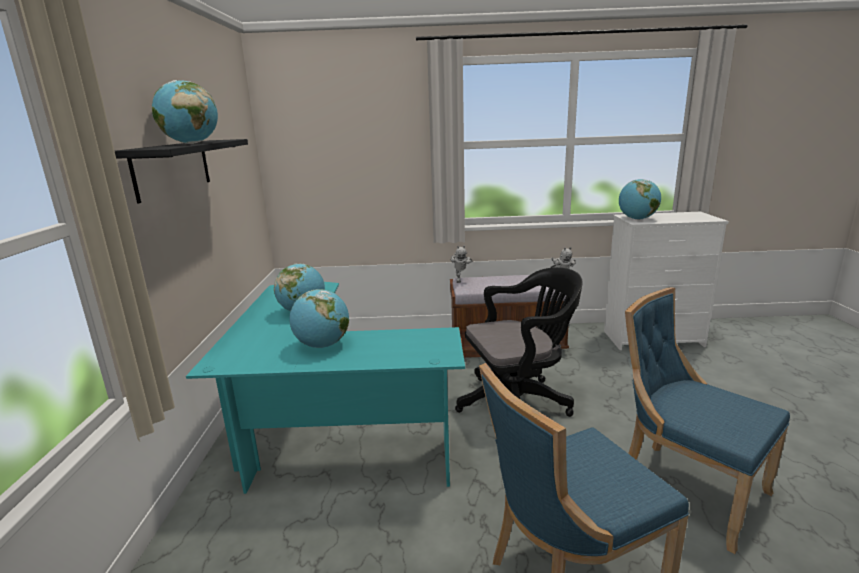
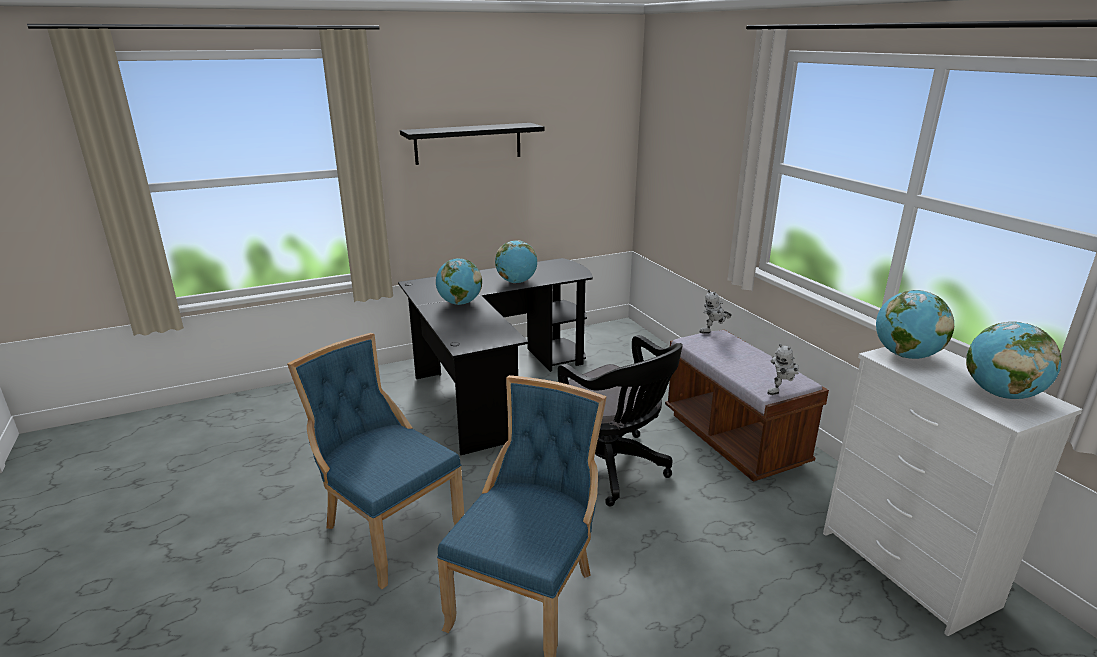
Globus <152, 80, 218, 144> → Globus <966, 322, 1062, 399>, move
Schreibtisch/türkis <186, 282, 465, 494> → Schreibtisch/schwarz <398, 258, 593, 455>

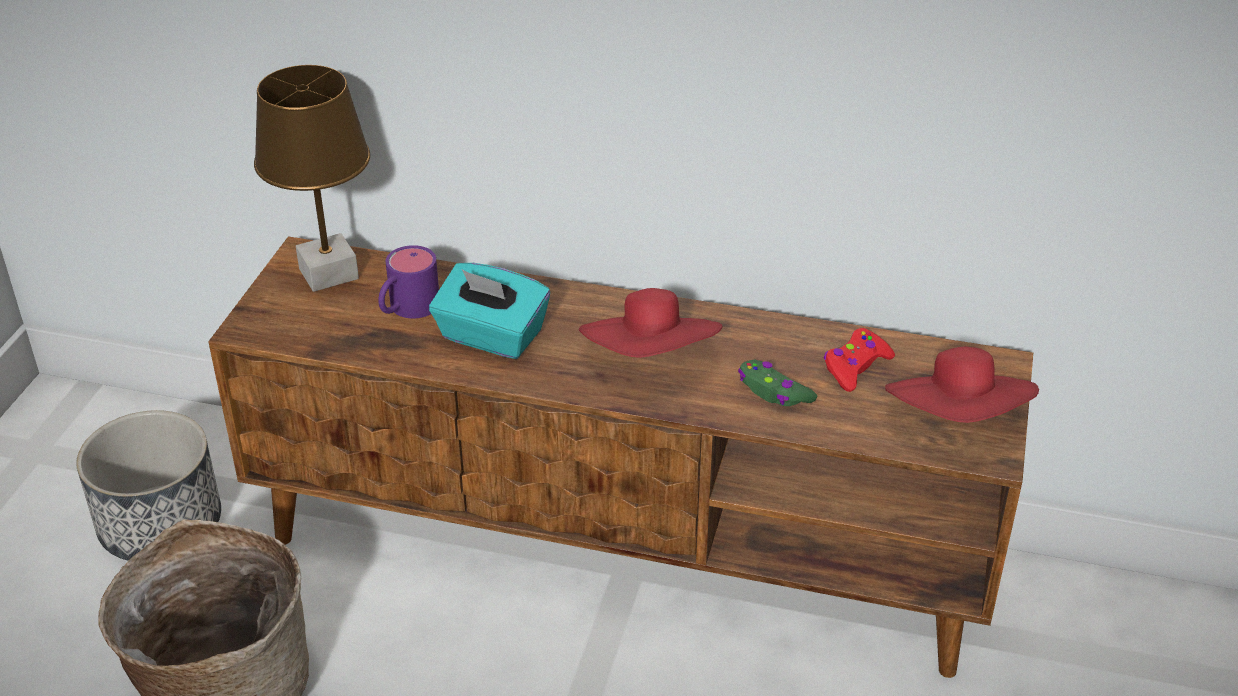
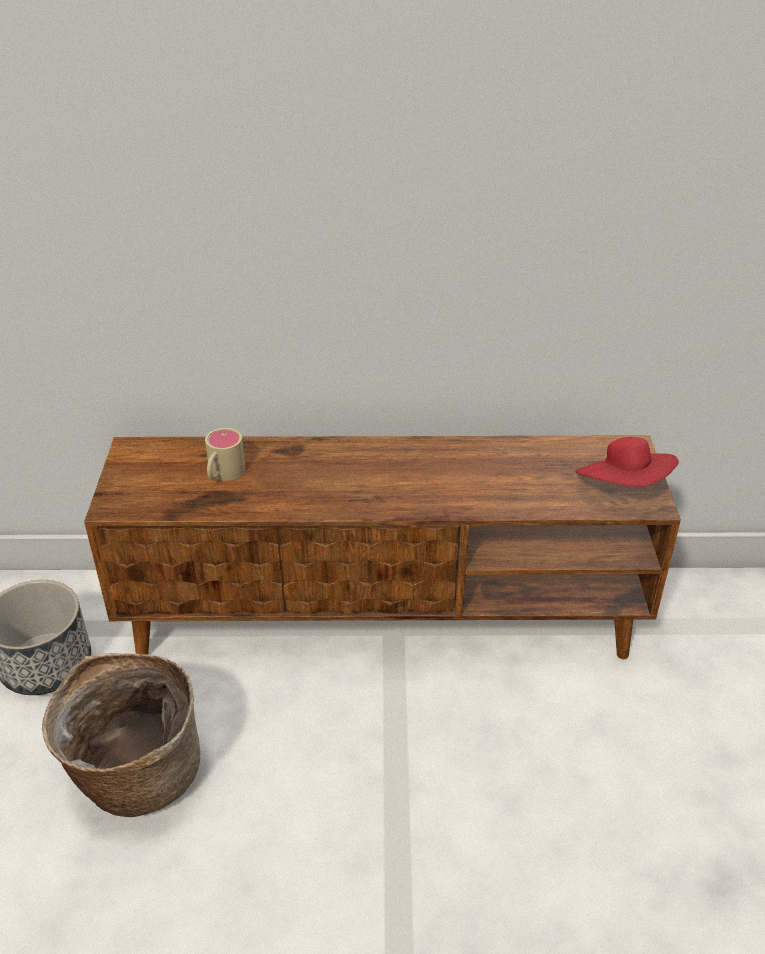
Tischlampe/braun <254, 65, 370, 292> → -
Taschentuchbox/türkis <429, 263, 550, 359> → -
Hut/rot <579, 288, 722, 358> → -
Gamepad/grün <738, 359, 817, 406> → -
Gamepad/rot <824, 328, 895, 392> → -
Henkelbecher/lila <378, 245, 439, 318> → Henkelbecher/beige <205, 428, 245, 481>

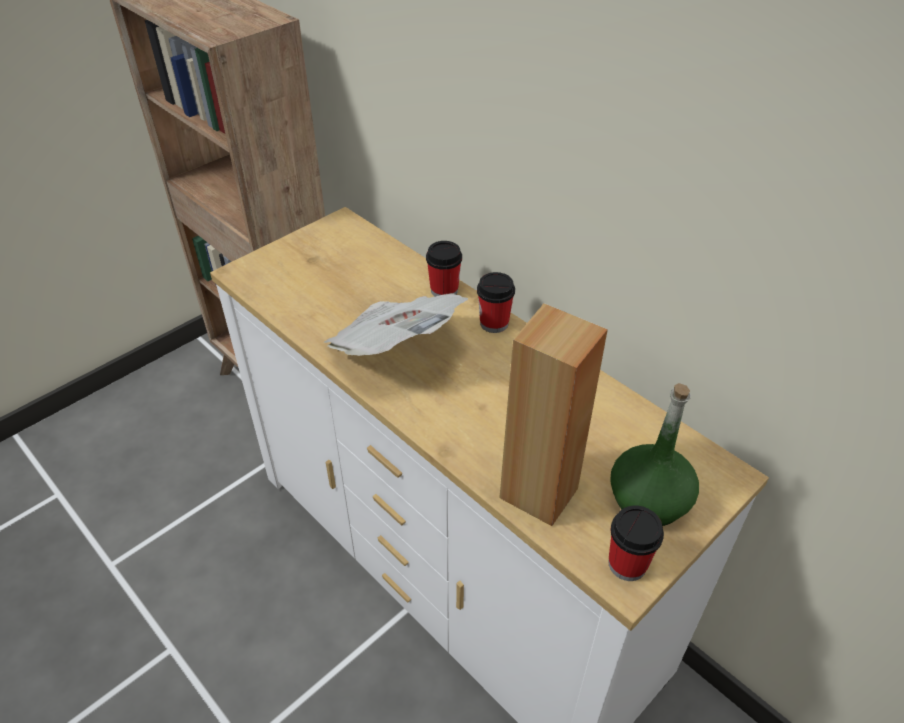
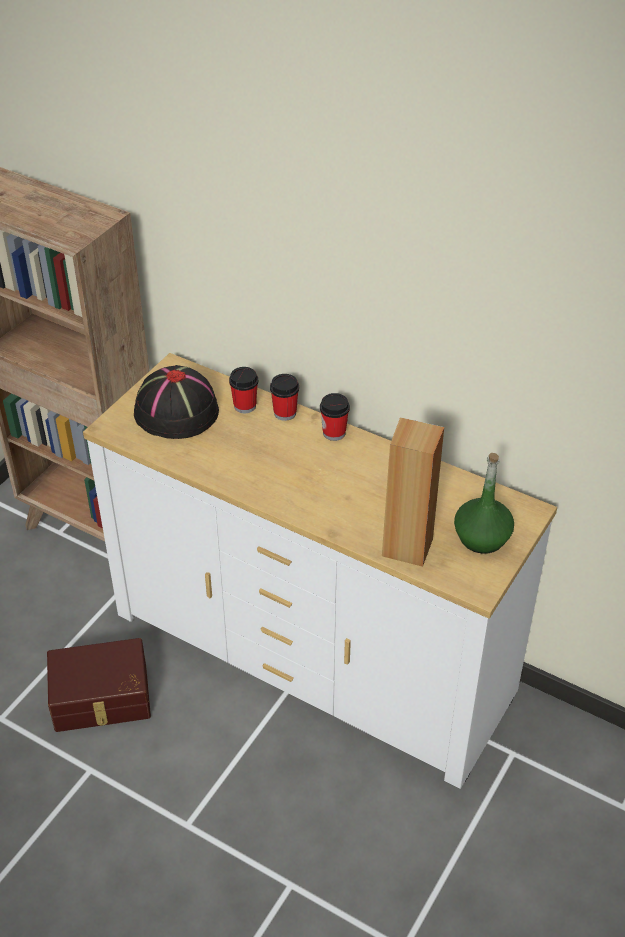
Zeitung <324, 293, 468, 356> → -
- → Aufbewahrungsbox/braun <47, 638, 151, 732>
- → Hut/schwarz <134, 365, 219, 439>
Tasse <608, 506, 664, 581> → Tasse <229, 367, 258, 413>, move

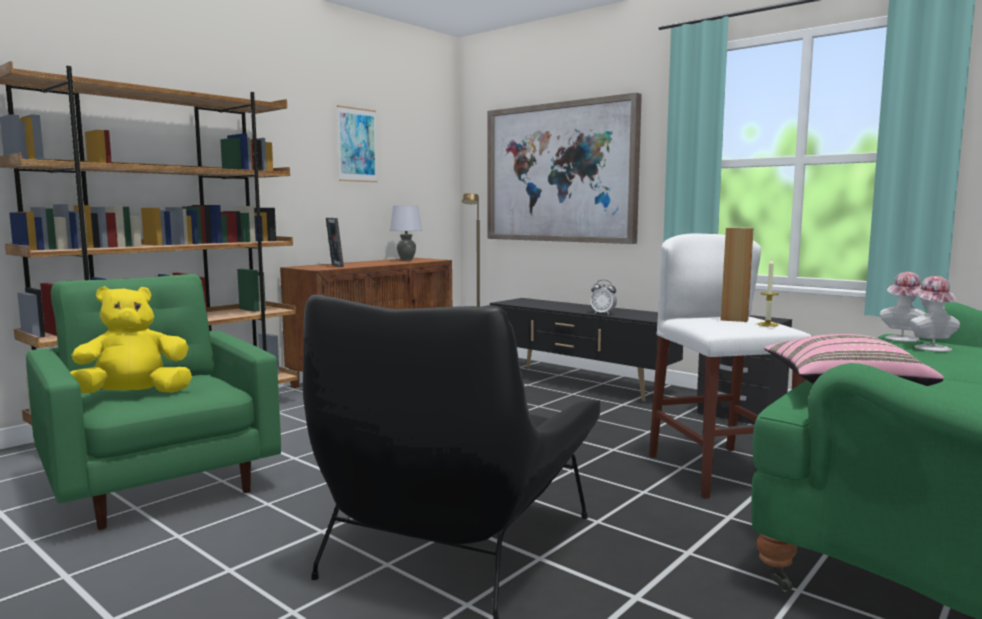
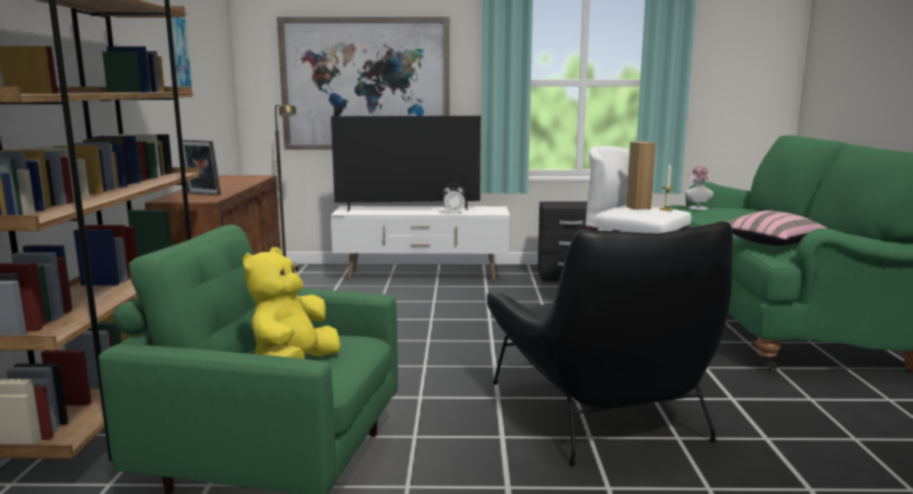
Tischlampe/grau <390, 206, 422, 261> → -
Hut <910, 276, 960, 352> → -
- → Fernseher <331, 116, 481, 212>
Fernsehschrank/schwarz <490, 298, 683, 401> → Fernsehschrank/weiß <331, 206, 510, 281>

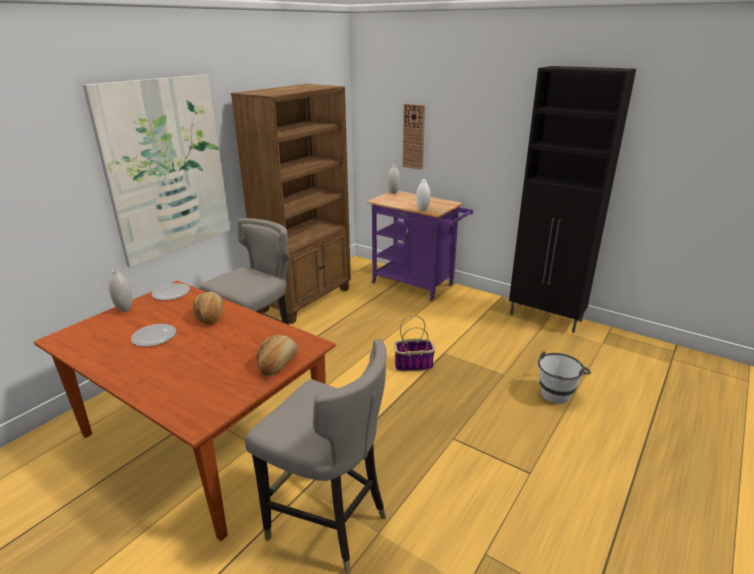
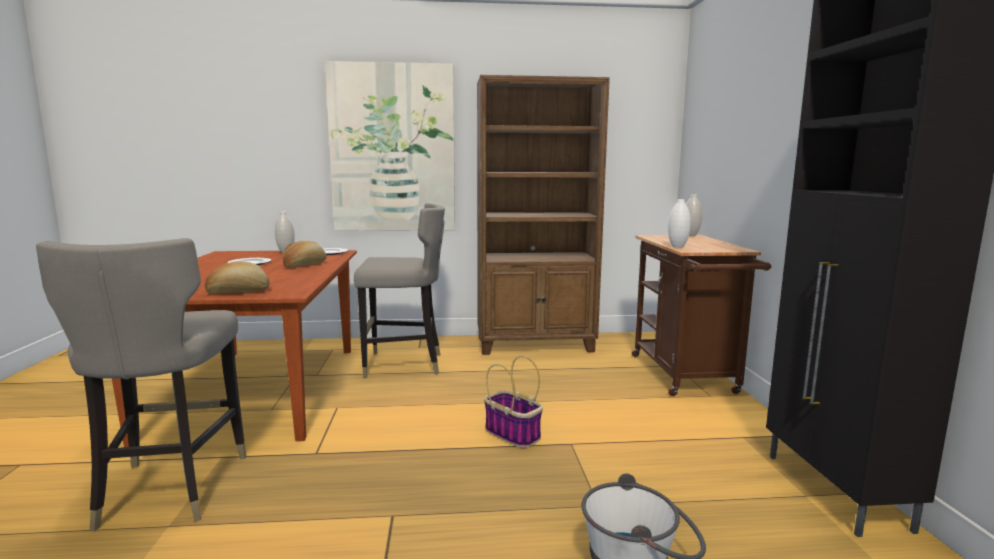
Wanduhr <403, 104, 425, 170> → -
Rollwagen/lila <367, 191, 473, 301> → Rollwagen/braun <632, 235, 771, 396>

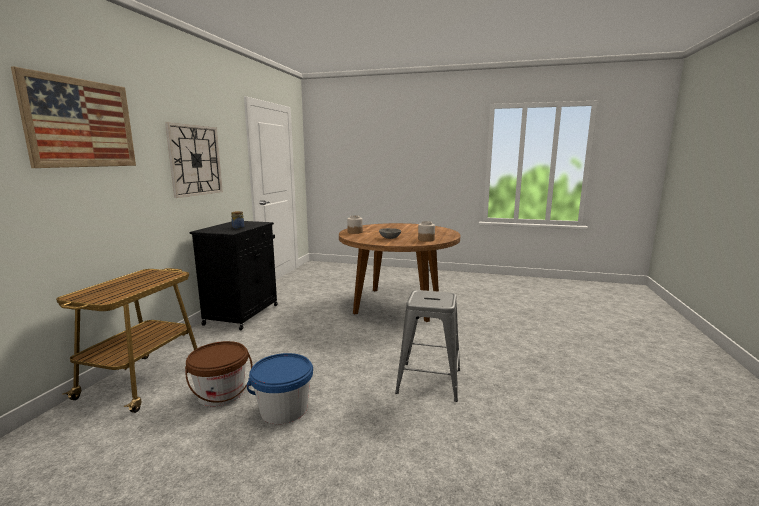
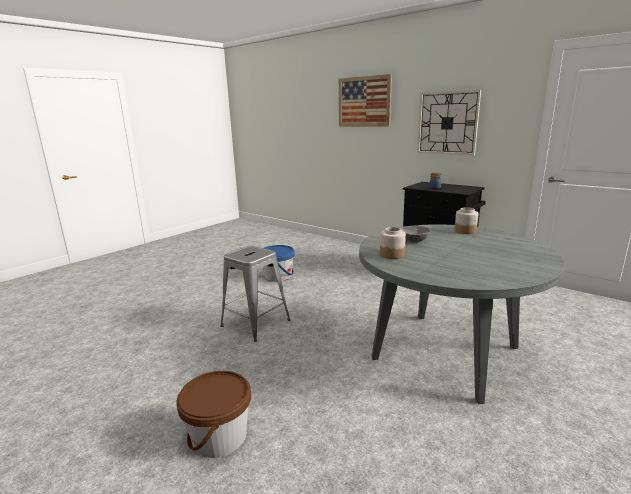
Rollwagen <56, 268, 197, 413> → -
Eimer/braun <185, 341, 253, 407> → Eimer/braun <177, 371, 251, 458>, move
Esstisch/braun <339, 223, 461, 322> → Esstisch/grau <359, 224, 565, 404>

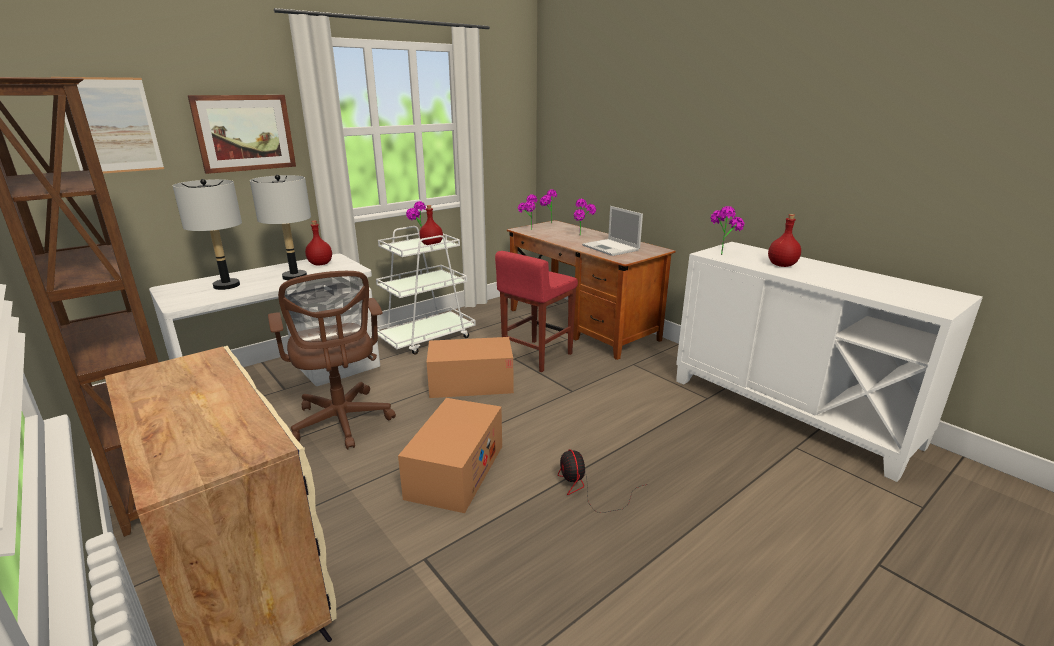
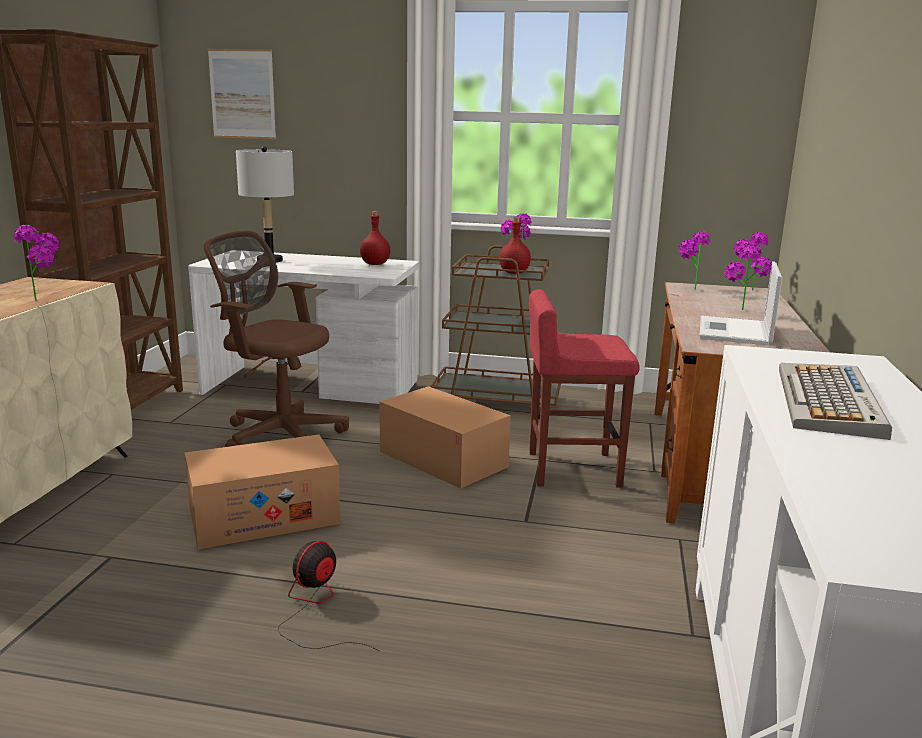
Bild <188, 95, 296, 174> → -
Tischlampe/grau <250, 175, 311, 280> → -
Topfpflanze <711, 206, 745, 255> → Topfpflanze <14, 225, 59, 300>, move
Flasche/rot <768, 214, 801, 267> → Tastatur <779, 363, 892, 440>
Rollwagen/weiß <376, 226, 476, 355> → Rollwagen/braun <430, 245, 561, 419>
Bürostuhl/braun <268, 271, 396, 450> → Bürostuhl/braun <204, 231, 349, 447>, 90 degrees clockwise

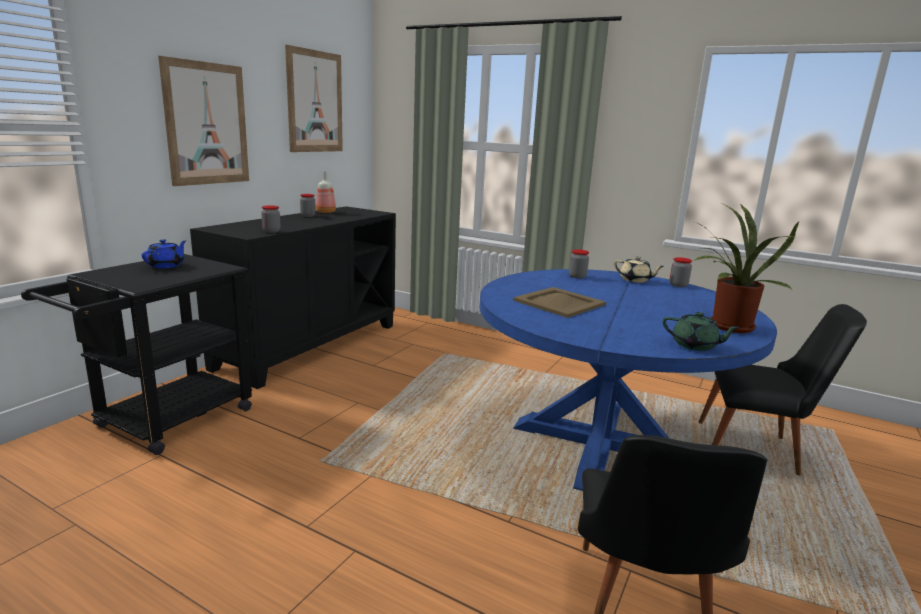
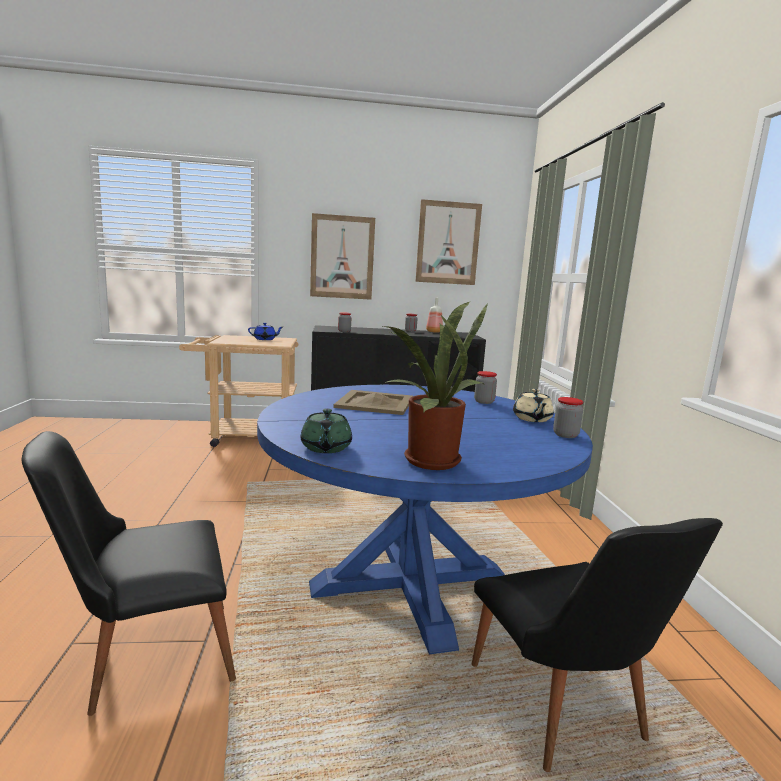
Rollwagen/schwarz <21, 254, 252, 455> → Rollwagen/beige <179, 335, 298, 447>

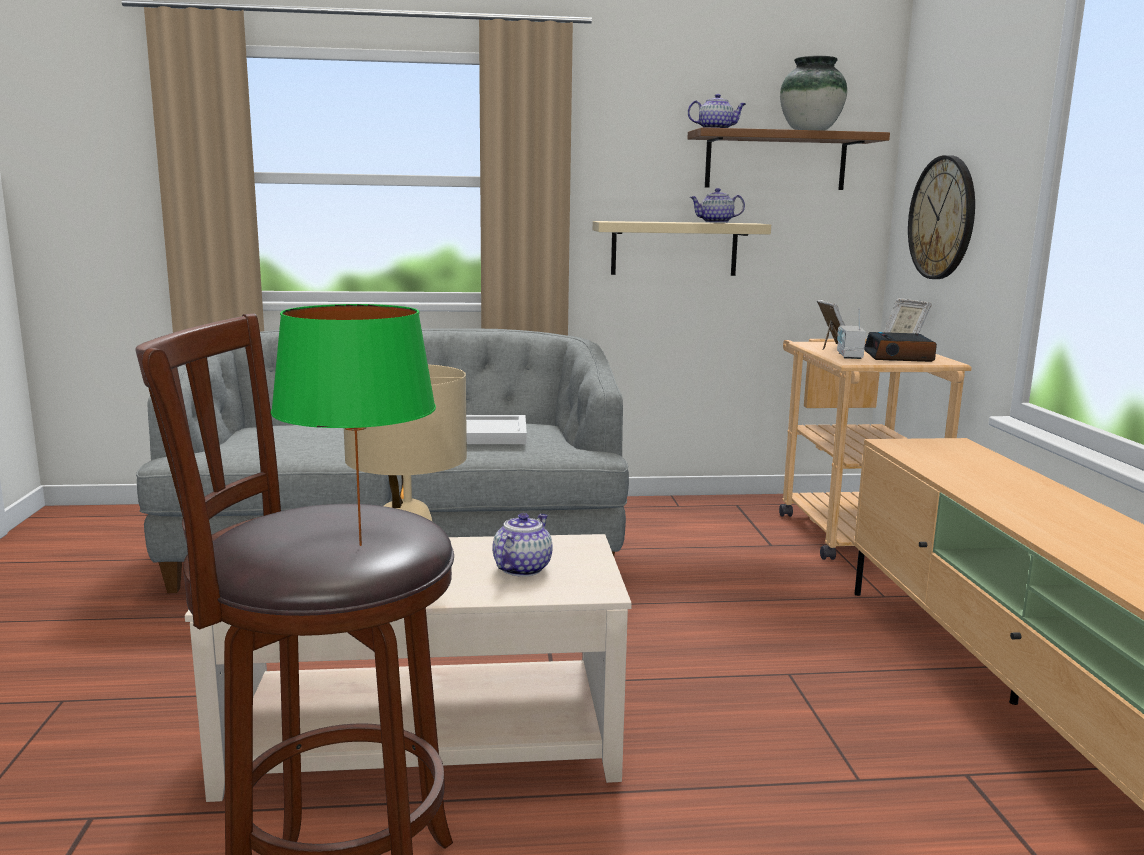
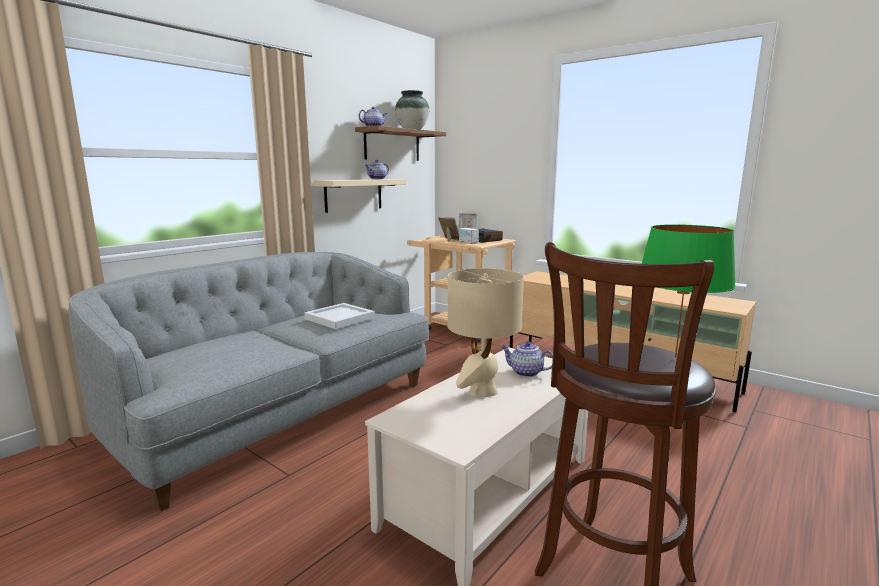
Wanduhr <908, 155, 975, 279> → -
Teekanne <492, 513, 553, 577> → Teekanne <501, 341, 553, 377>, 45 degrees counterclockwise

